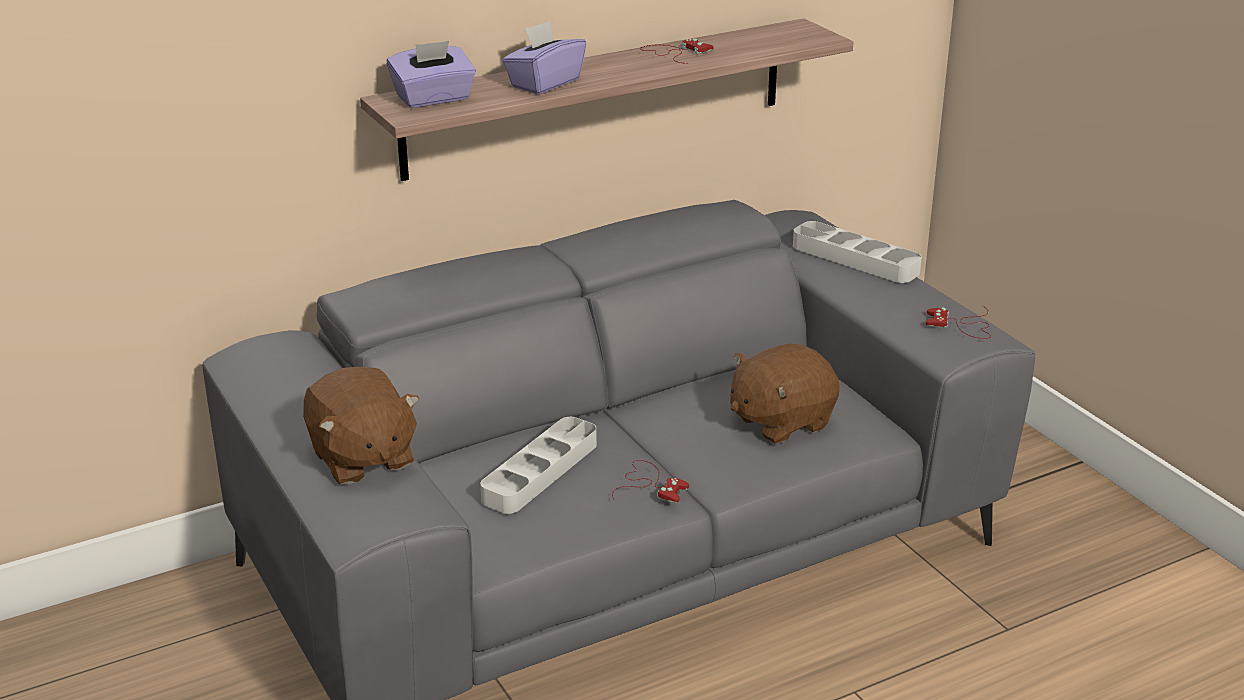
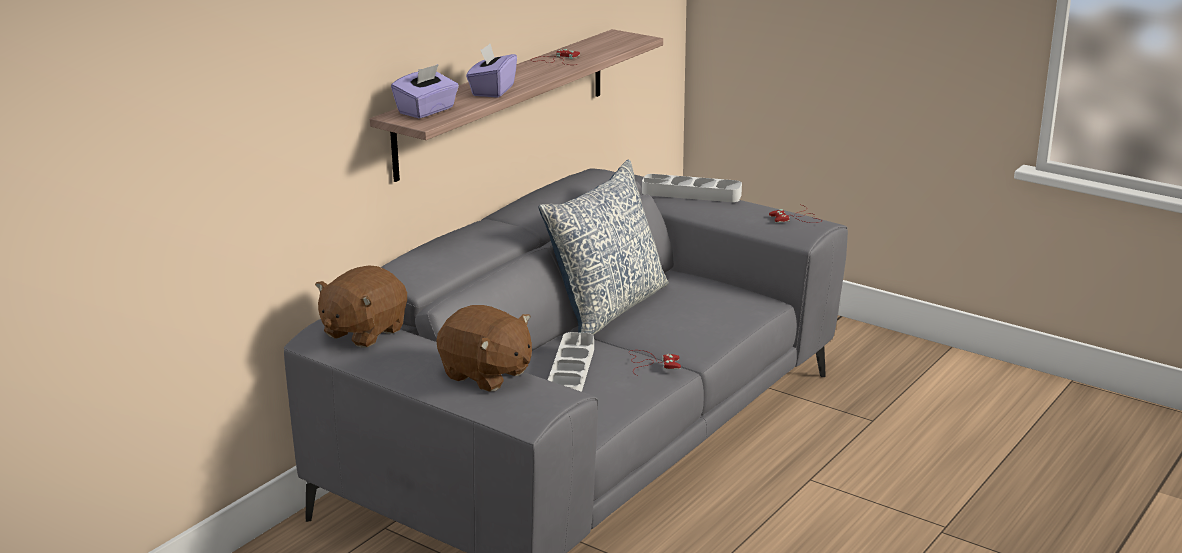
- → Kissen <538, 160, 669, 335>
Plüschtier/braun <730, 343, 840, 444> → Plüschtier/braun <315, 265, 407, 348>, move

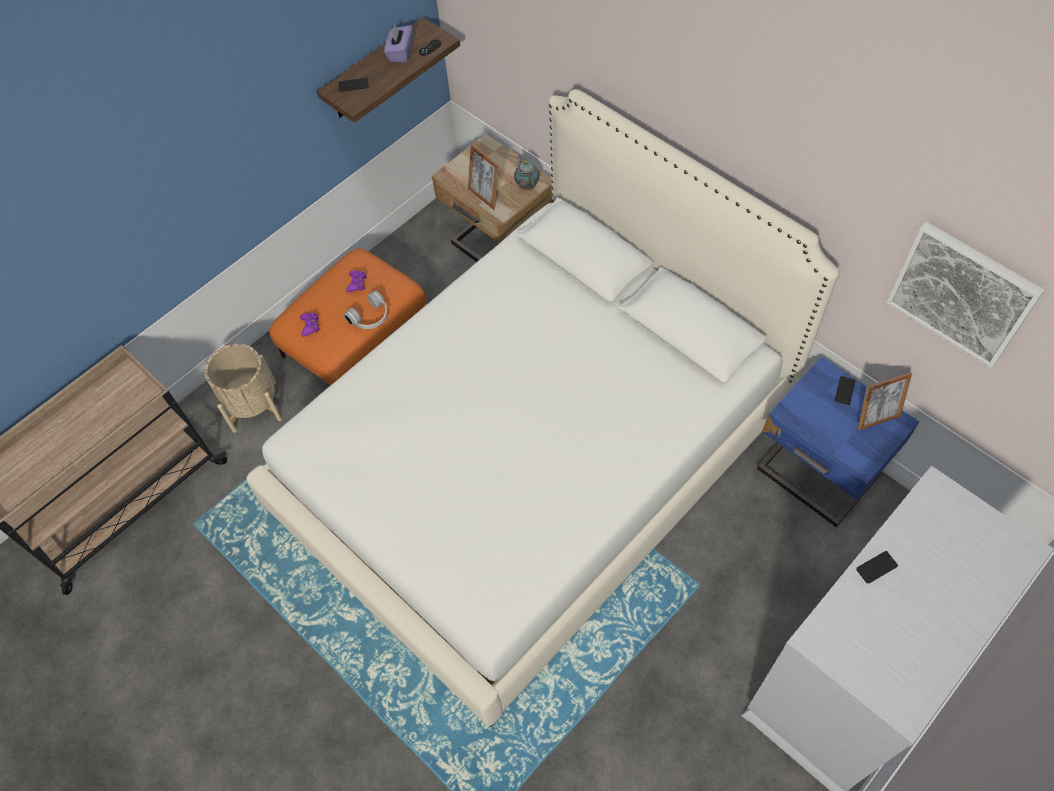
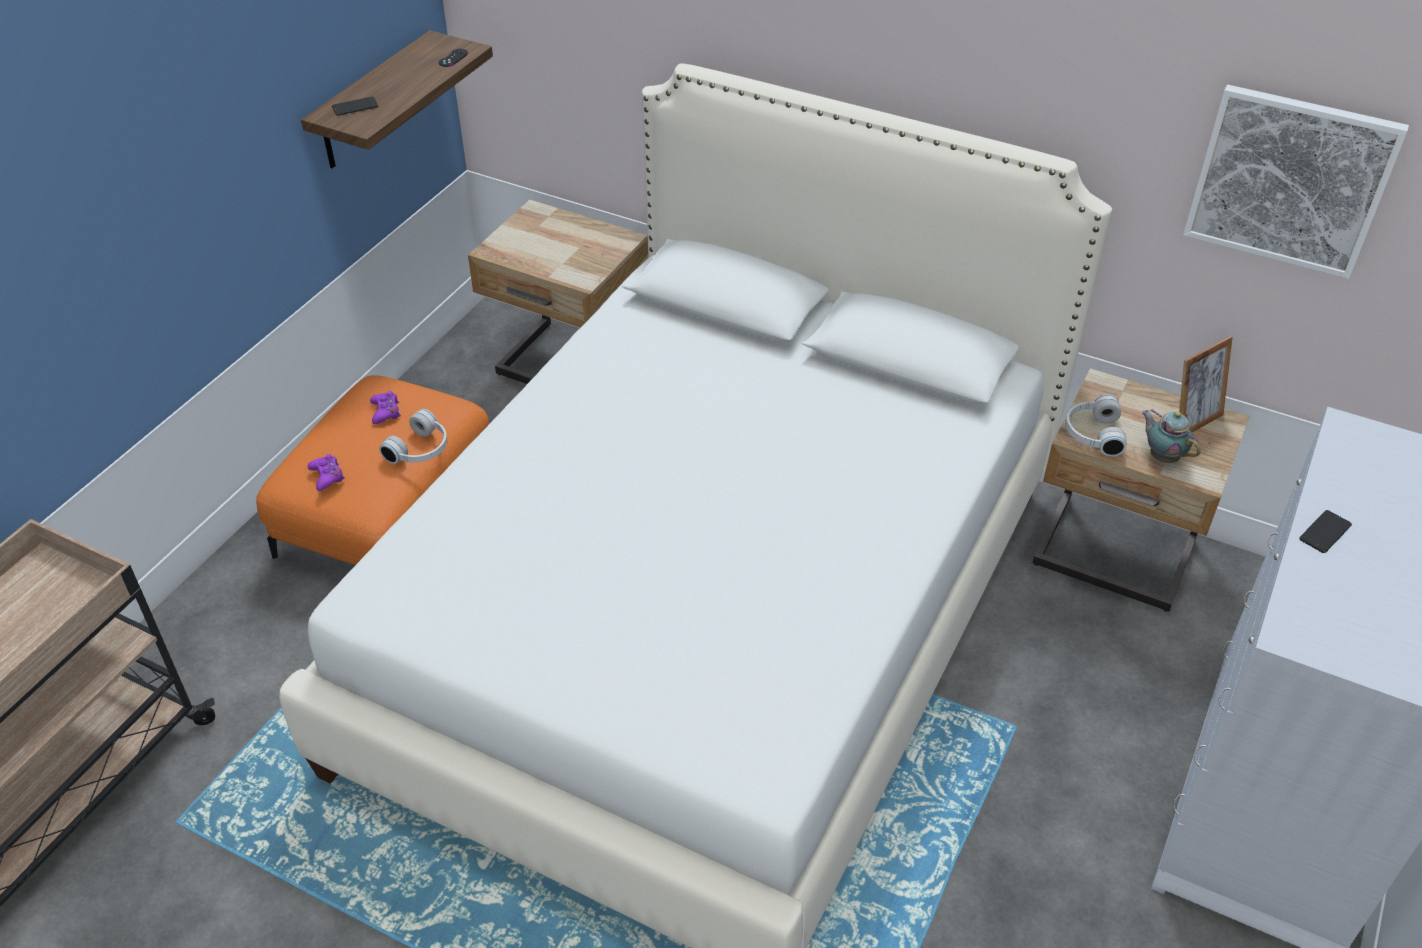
Pflanzkübel/beige <205, 344, 282, 433> → -
Taschentuchbox/lila <384, 24, 413, 63> → -
Bilderrahmen <468, 144, 499, 210> → -
Handy <835, 376, 855, 405> → -
- → Kopfhörer/weiß <1065, 394, 1127, 457>
Teekanne <514, 156, 539, 190> → Teekanne <1142, 409, 1201, 463>, move
Nachttisch/blau <757, 357, 919, 527> → Nachttisch/beige <1032, 368, 1250, 612>

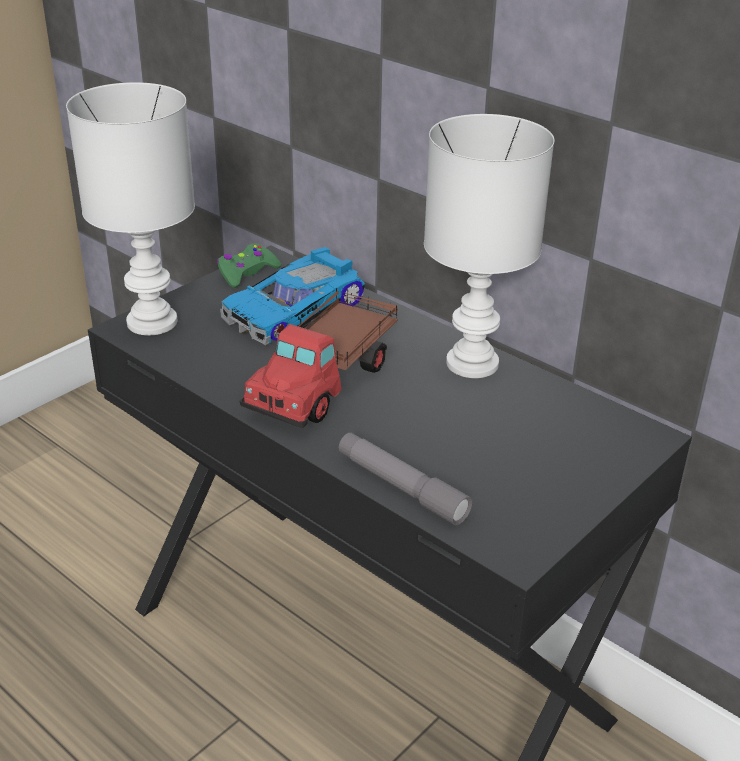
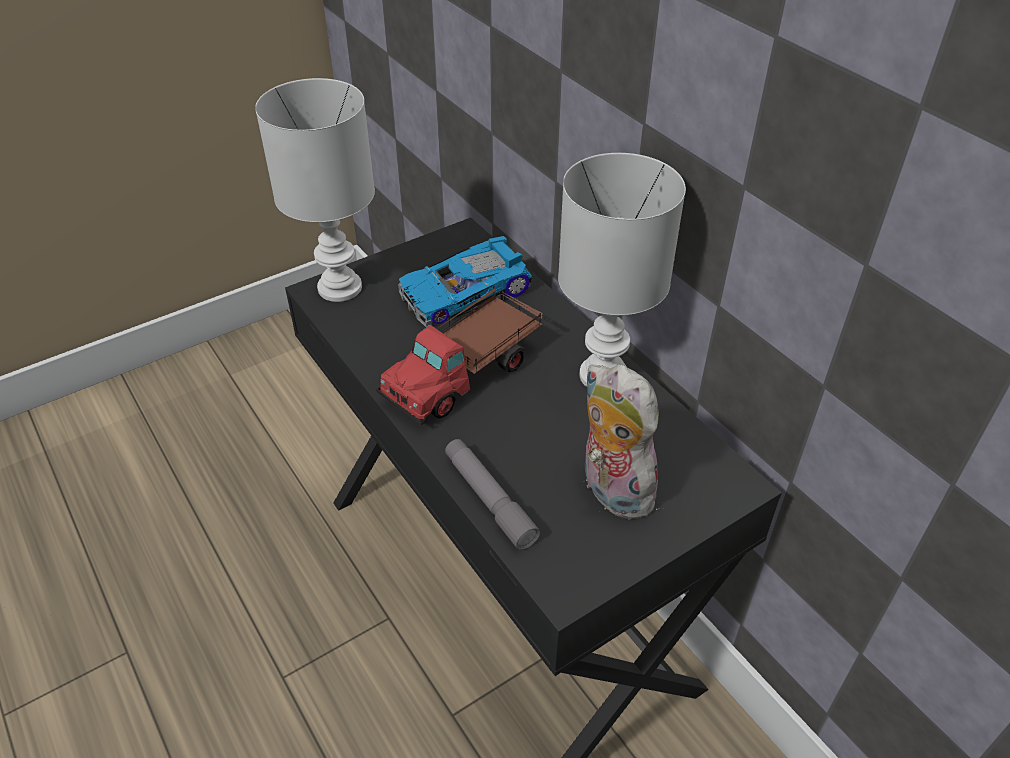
Gamepad/grün <217, 243, 281, 288> → -
- → Plüschtier <585, 364, 663, 520>

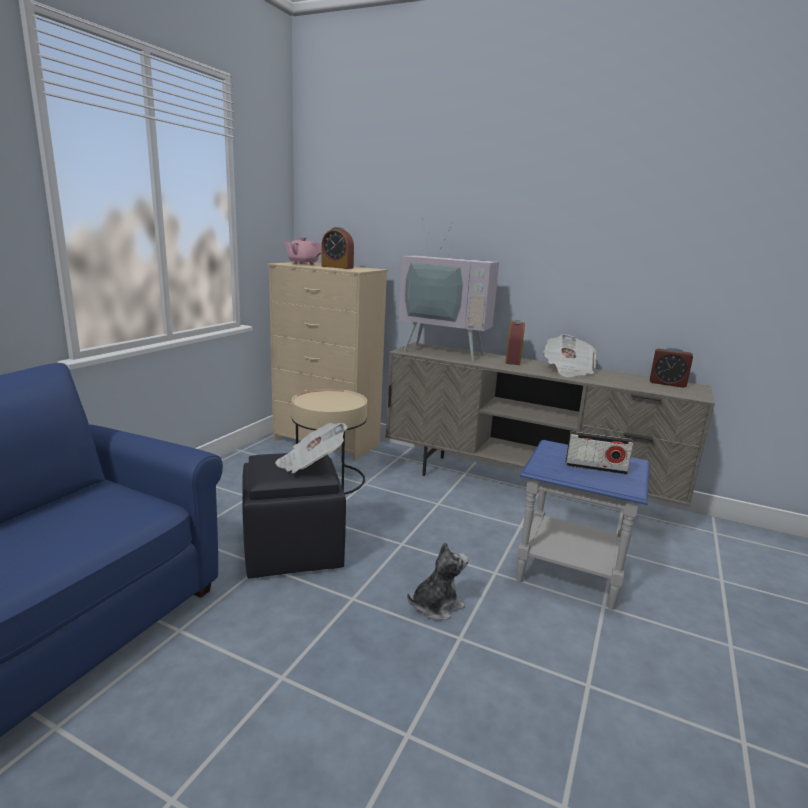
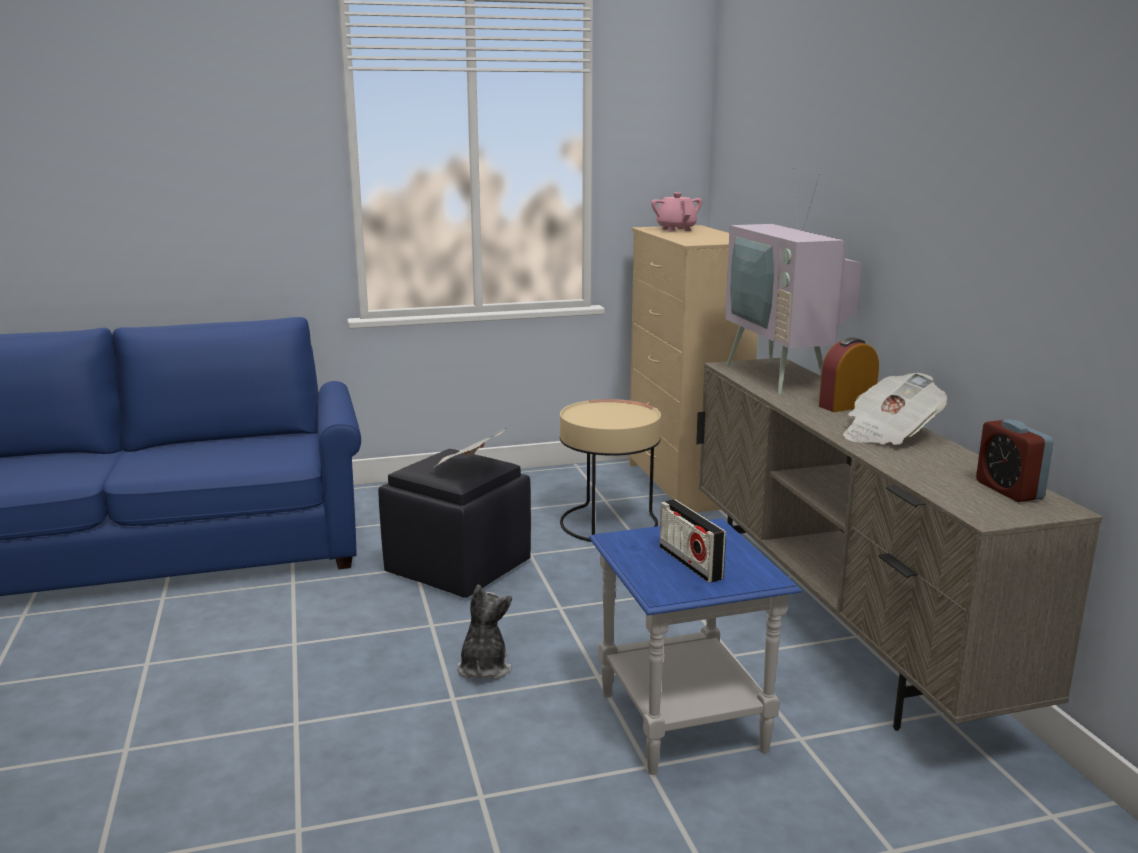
Wecker <321, 227, 354, 269> → -
Plüschtier <407, 542, 468, 621> → Plüschtier <457, 585, 512, 679>, 105 degrees counterclockwise

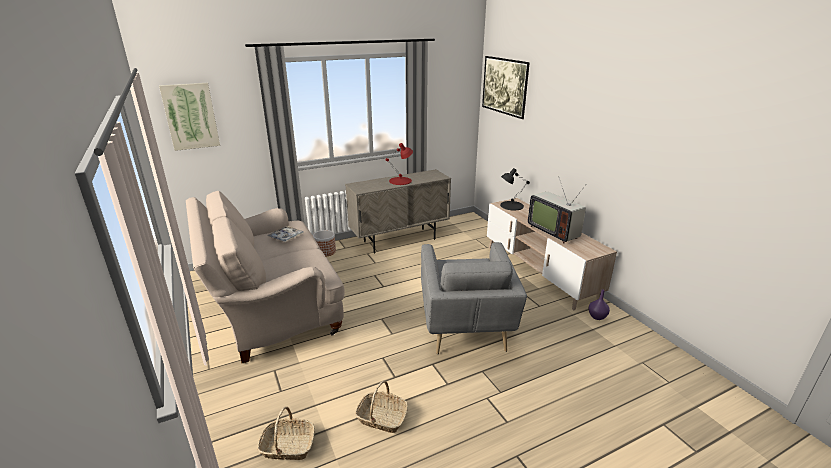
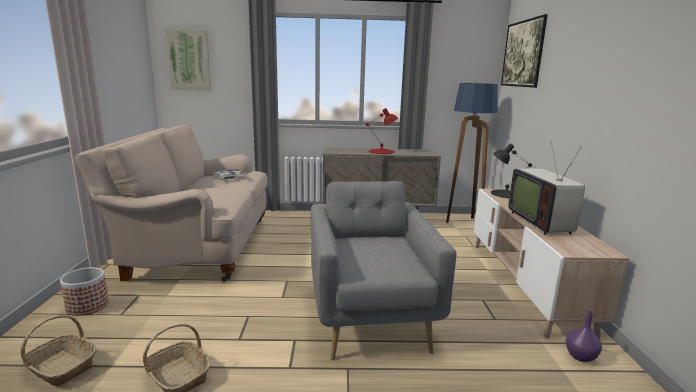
- → Stehlampe <446, 83, 498, 223>
Pflanzkübel <313, 230, 336, 256> → Pflanzkübel <60, 267, 109, 316>, move
Sessel/grau <421, 242, 527, 354> → Sessel/grau <311, 181, 456, 360>, 150 degrees clockwise

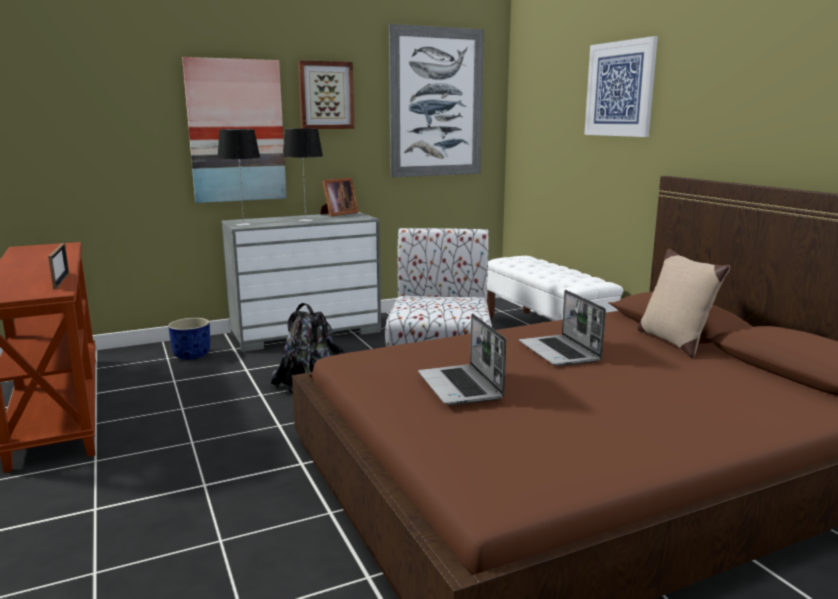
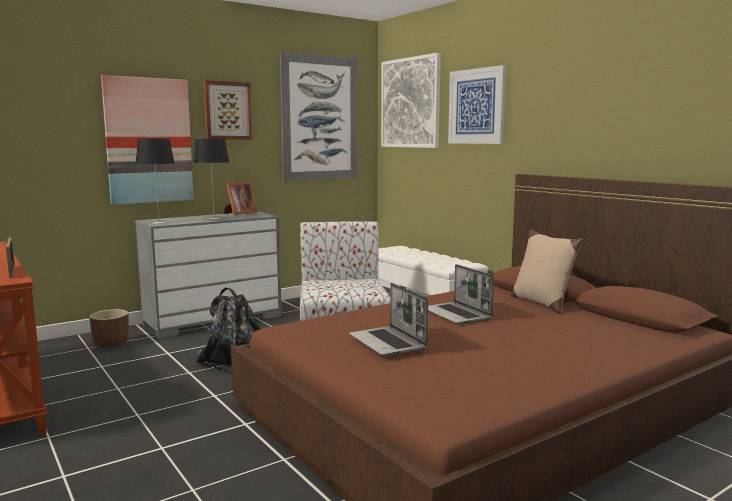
- → Bild <381, 53, 441, 148>
Pflanzkübel/blau <168, 318, 210, 360> → Pflanzkübel/braun <89, 309, 129, 348>

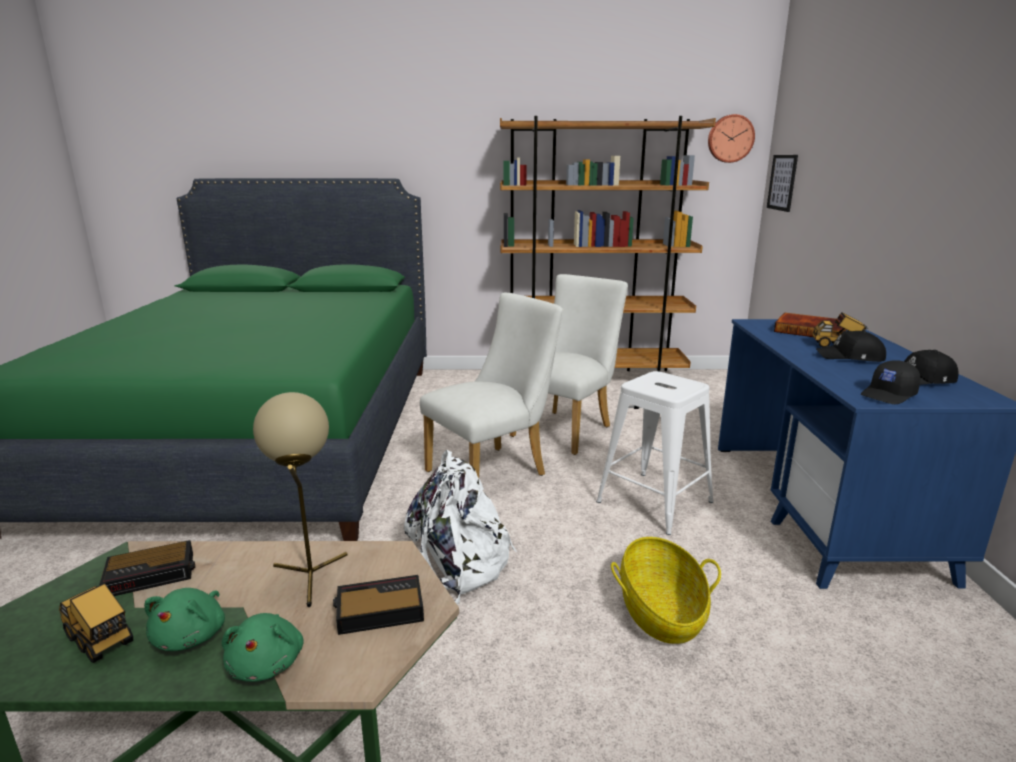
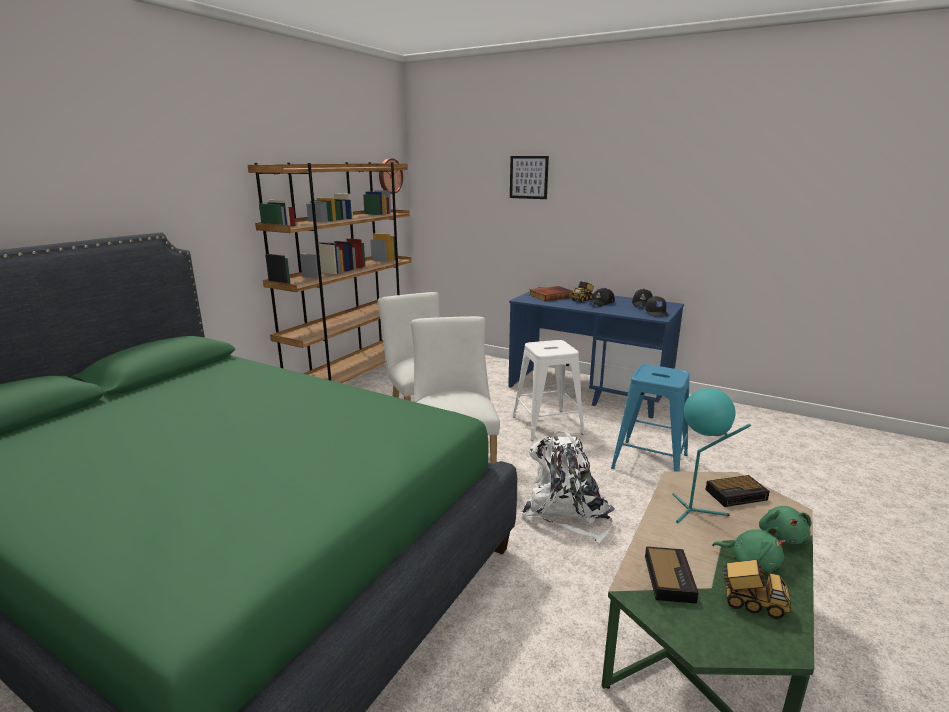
Bild <767, 155, 798, 212> → Bild <510, 156, 549, 199>, move
Korb <611, 537, 721, 644> → Hocker/blau <611, 364, 690, 472>
Tischlampe/beige <253, 392, 348, 607> → Tischlampe/türkis <672, 388, 751, 523>
Spielzeuglaster <59, 583, 133, 663> → Spielzeuglaster <722, 559, 791, 619>, 135 degrees counterclockwise
Plüschtier/grün <222, 613, 304, 682> → Plüschtier/grün <759, 506, 811, 545>, 75 degrees clockwise
Wecker <333, 575, 424, 635> → Wecker <706, 475, 770, 507>, 120 degrees counterclockwise

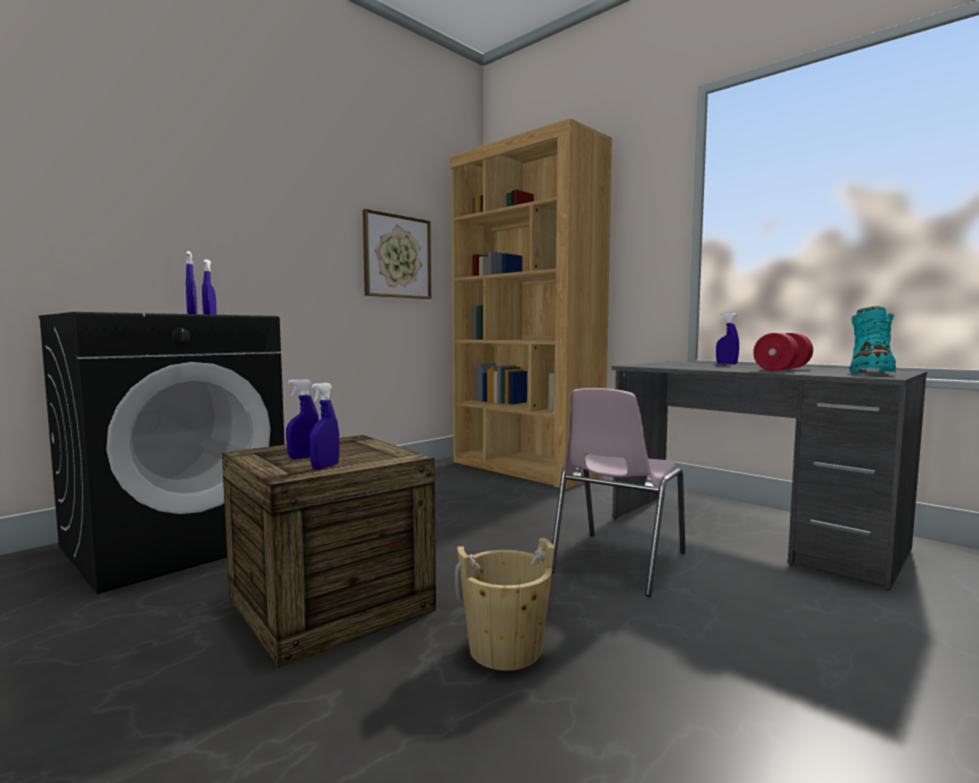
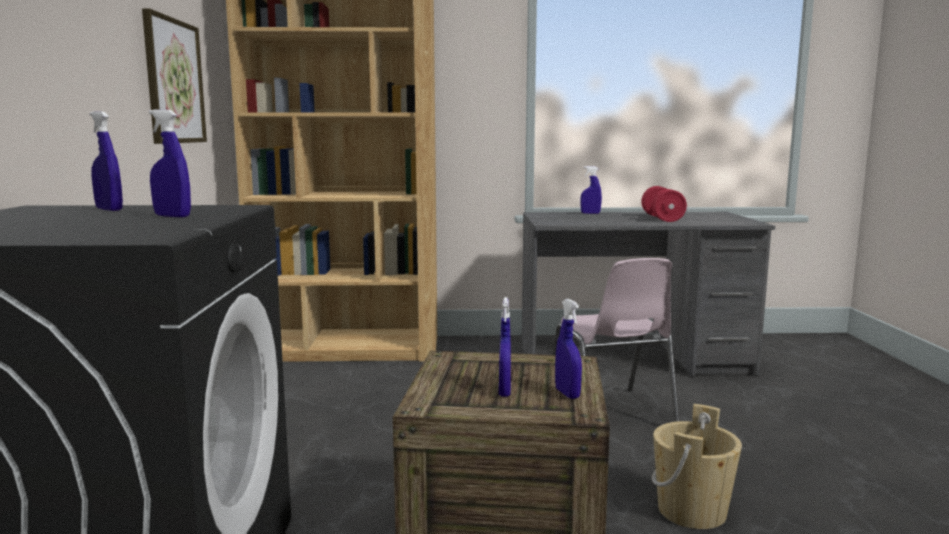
Stiefel/türkis <849, 306, 896, 373> → -

